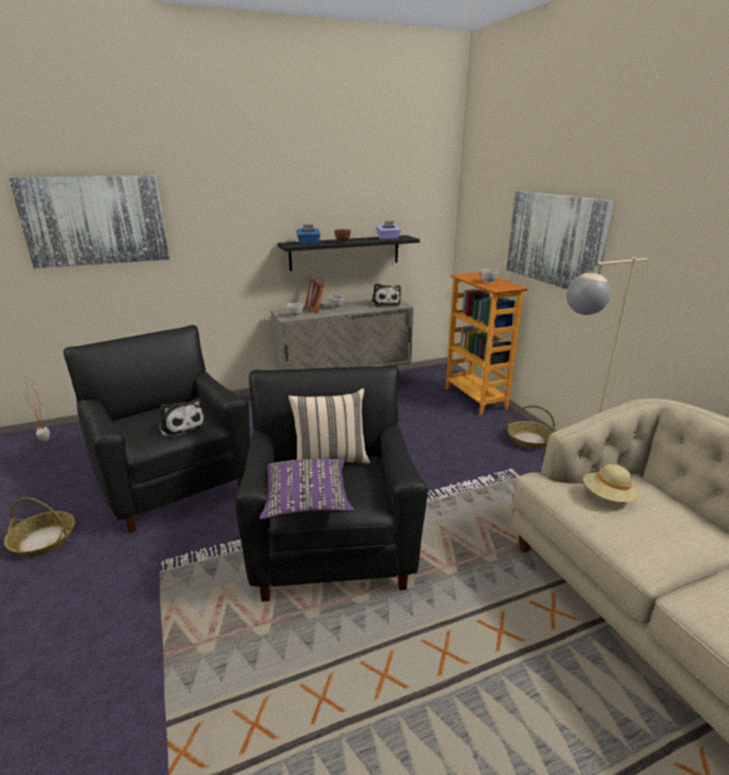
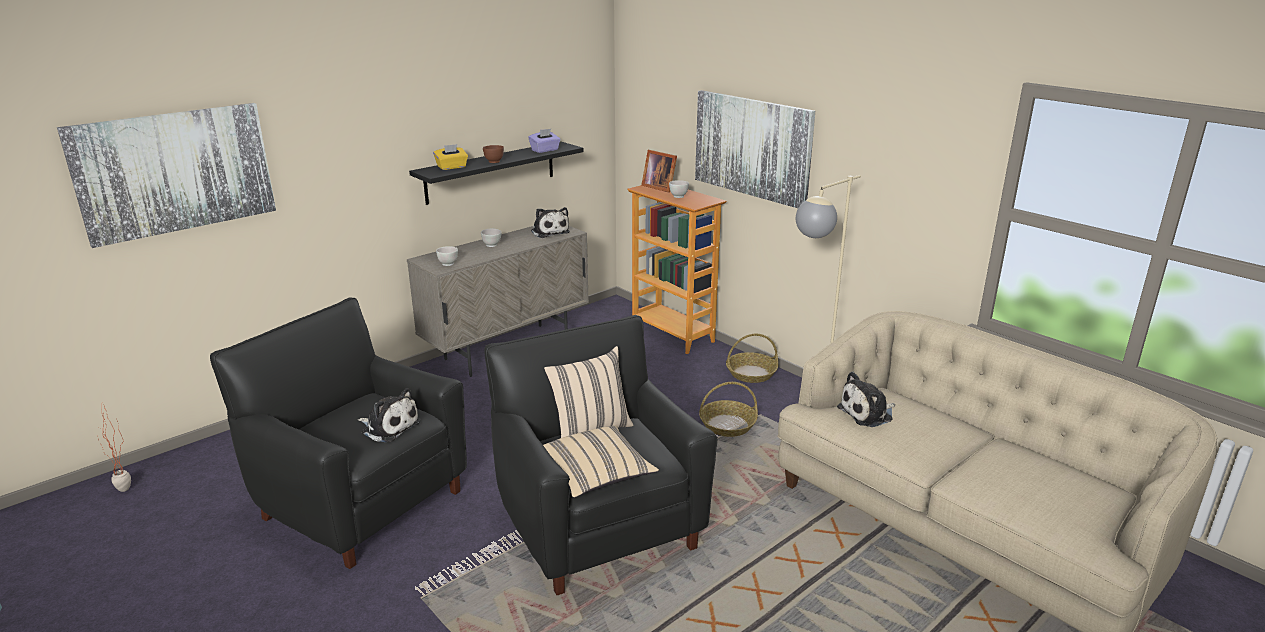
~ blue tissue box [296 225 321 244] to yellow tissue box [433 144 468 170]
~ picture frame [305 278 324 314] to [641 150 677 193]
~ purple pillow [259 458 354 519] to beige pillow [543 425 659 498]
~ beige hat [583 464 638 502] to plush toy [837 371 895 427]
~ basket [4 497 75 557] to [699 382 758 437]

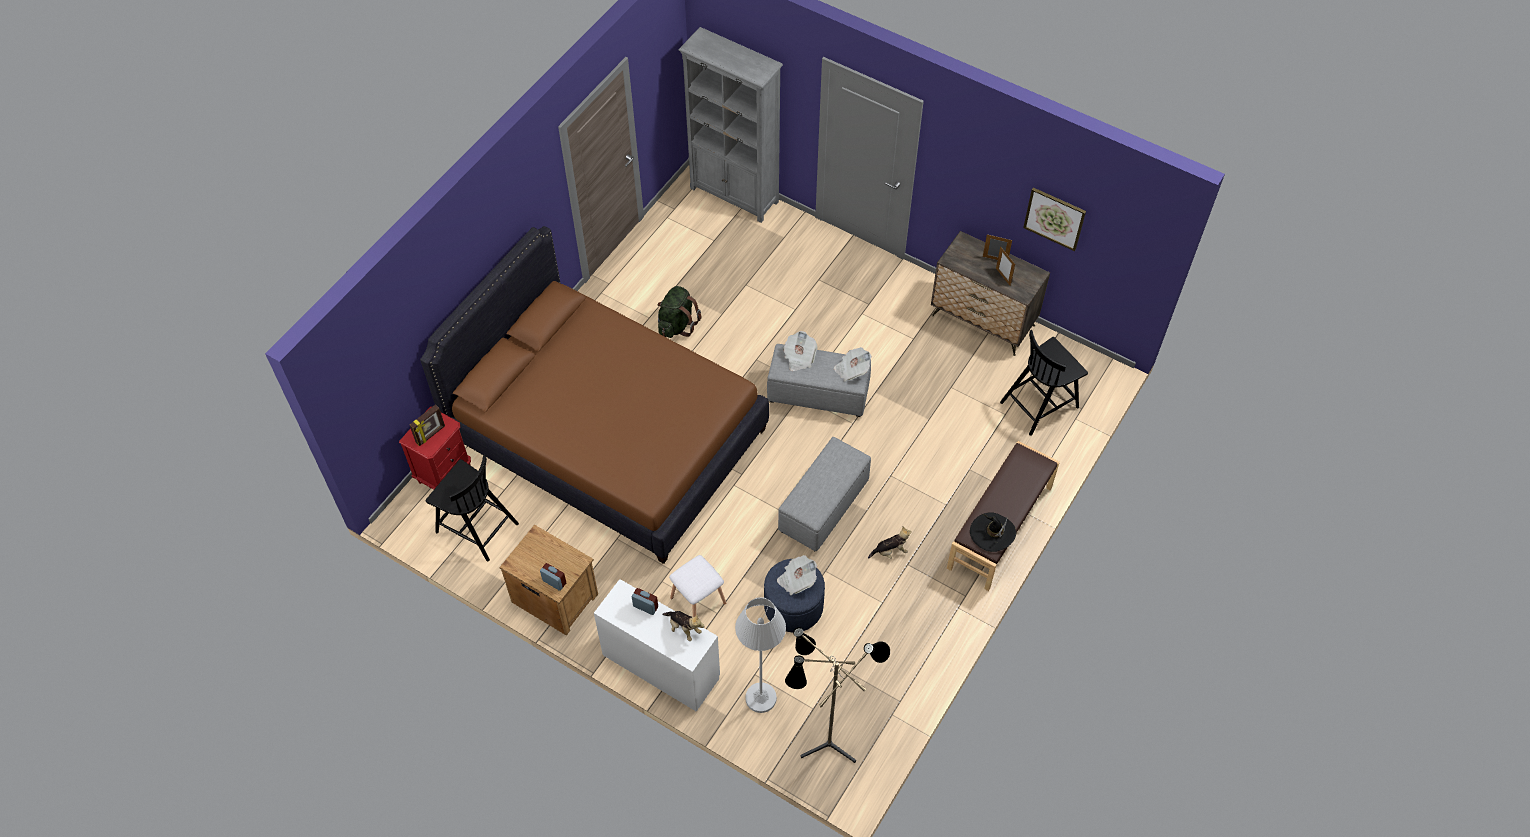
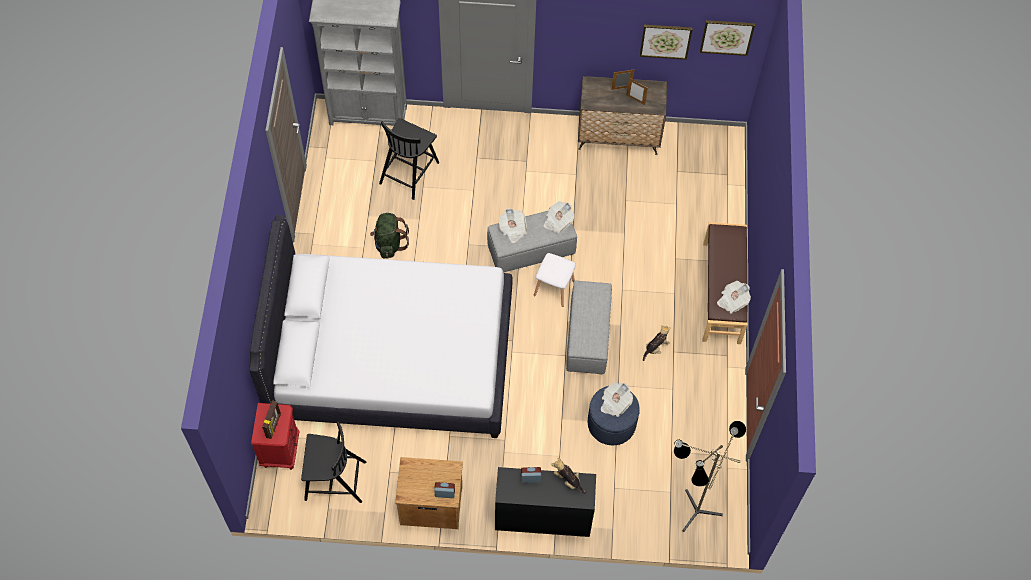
~ brown bed [420 226 769 564] to white bed [249 215 513 438]
~ black chair [1000 330 1088 436] to [379 118 439 200]
~ black hat [970 512 1016 552] to newspaper [717 281 751 314]
~ white stool [669 555 726 617] to [534 253 576 307]
~ white desk [594 579 720 712] to black desk [495 467 596 537]
- white floor lamp [735 597 786 713]
~ plush toy [662 611 705 641] = [551 458 587 494] 150 degrees counterclockwise
+ picture [700 20 755 56]

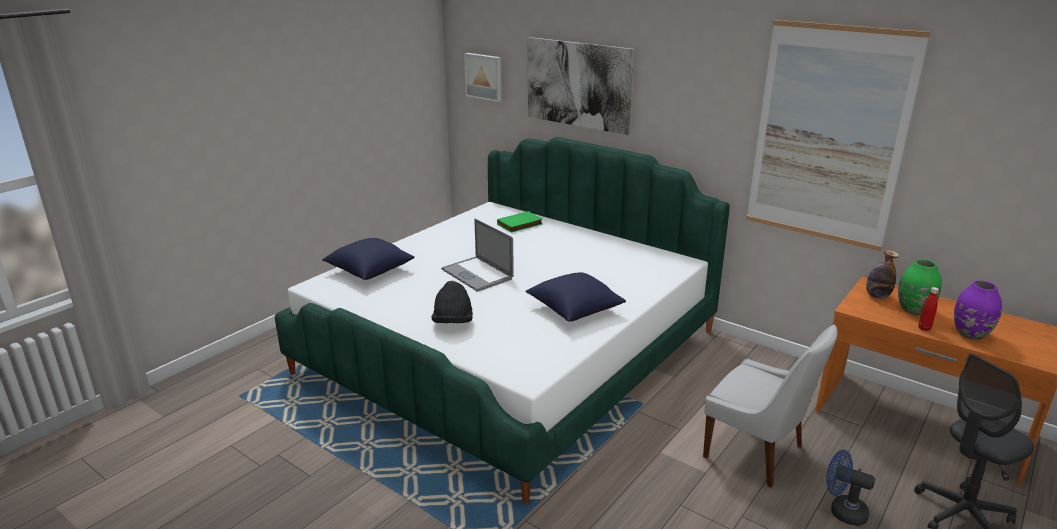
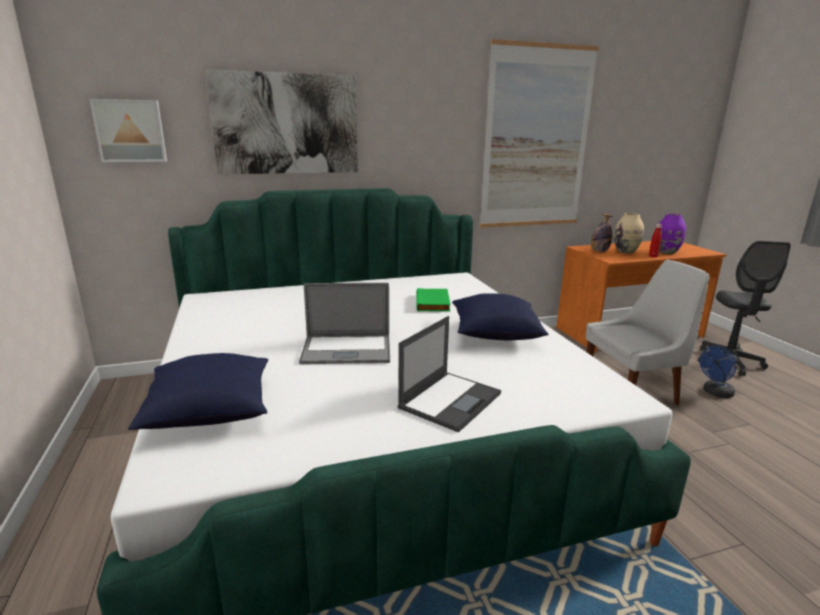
~ green book [497 211 543 233] to [416 288 451 312]
~ green vase [898 259 942 315] to beige vase [614 213 644 253]
~ black hat [431 281 473 323] to laptop [398 316 501 432]

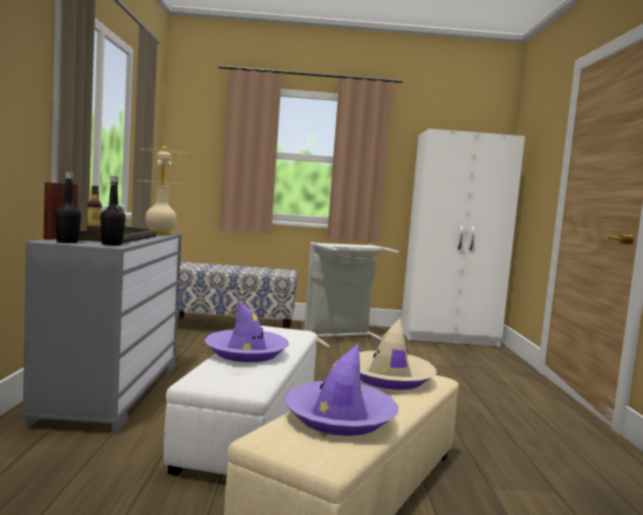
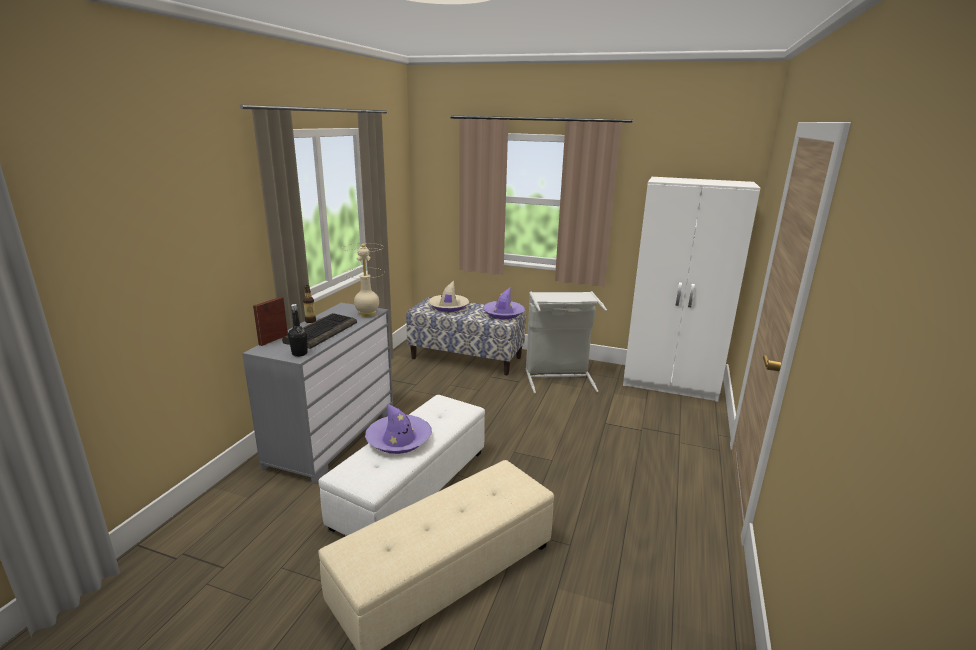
- black bottle [55 172 81 243]
~ beige hat [359 319 437 390] to [428 281 469 312]
~ purple hat [284 343 399 436] to [483 288 525 319]

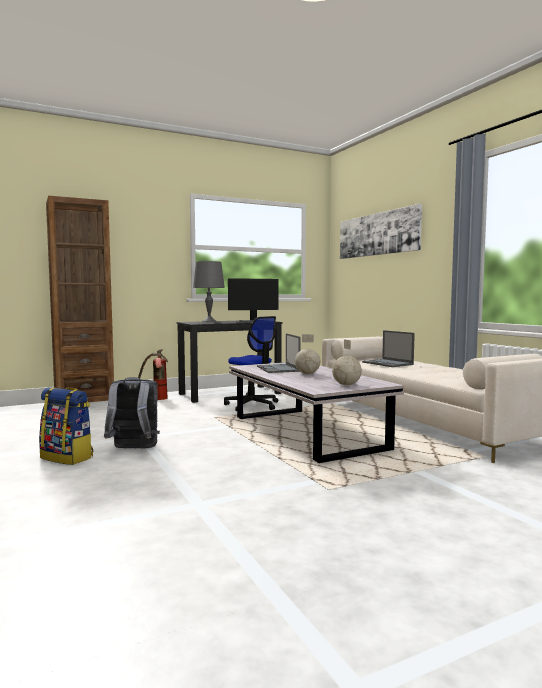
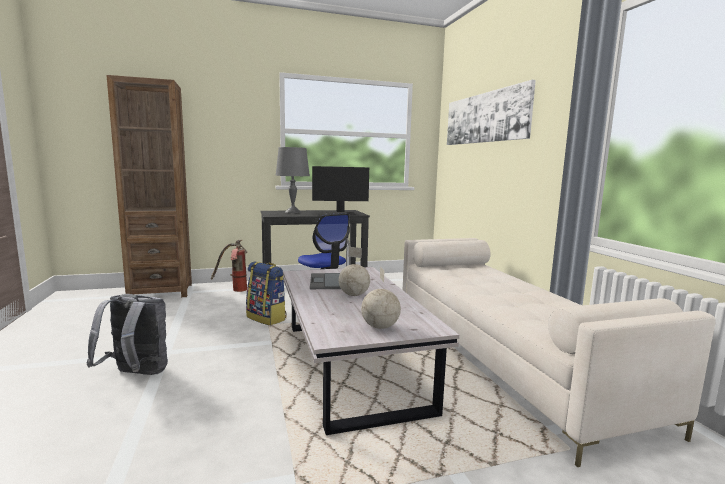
- laptop [362 330 415 367]
~ backpack [39 387 93 465] to [246 262 287 325]

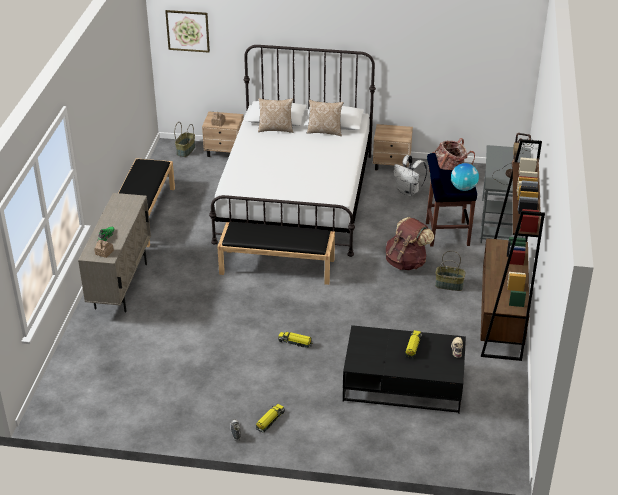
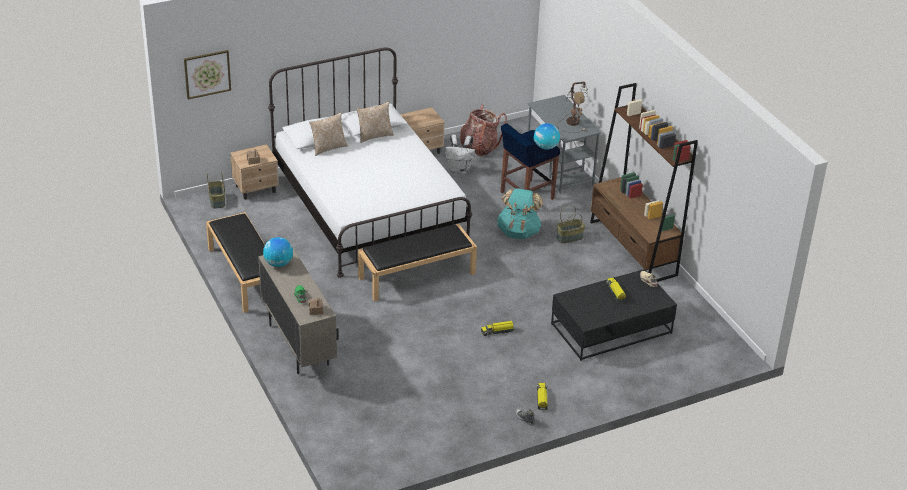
~ brown backpack [386 217 434 270] to turquoise backpack [497 188 543 239]
+ globe [263 237 293 267]

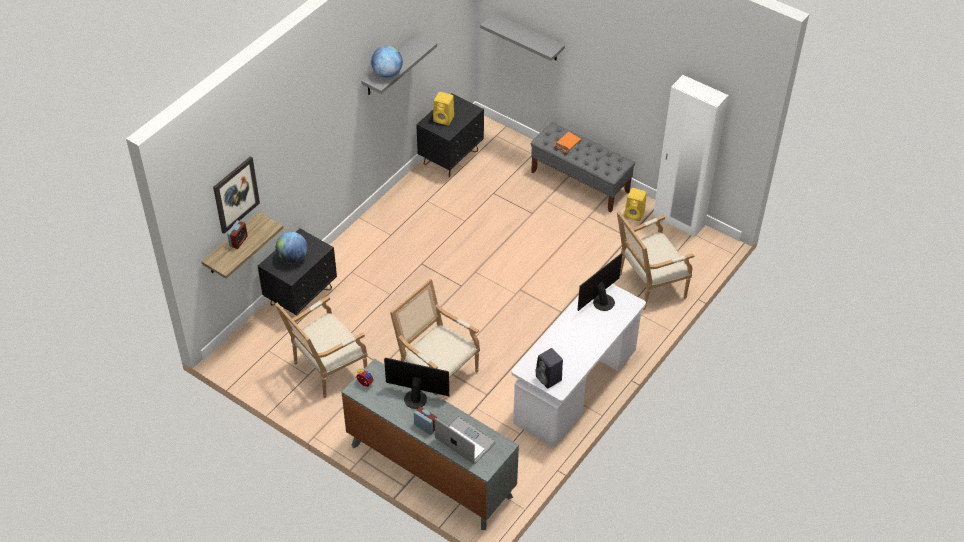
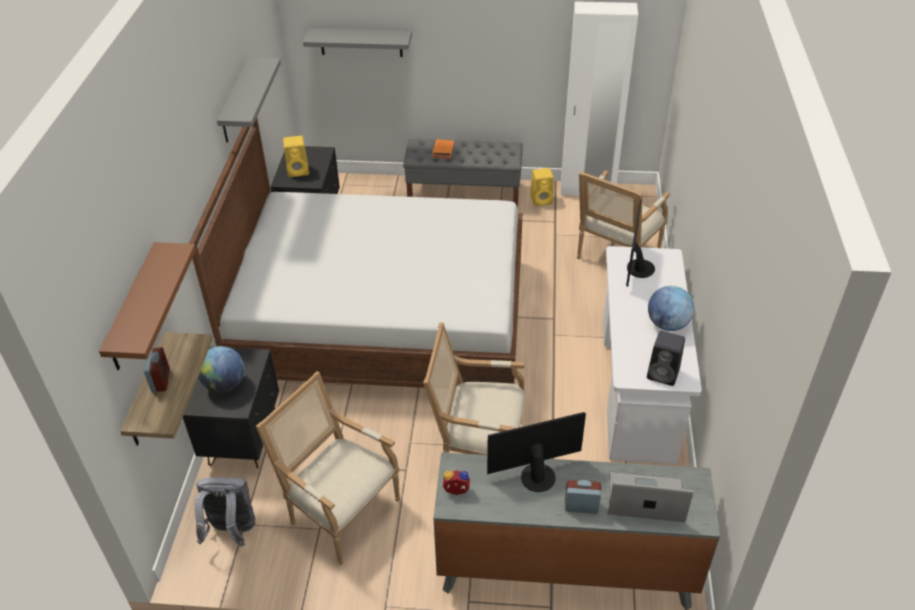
~ globe [371 46 403 78] to [648 286 694 331]
~ picture [213 156 260 234] to brown shelf [99 242 196 370]
~ armchair [275 296 368 398] = [256 371 400 565] 105 degrees clockwise
+ bed [189 118 523 388]
+ grey backpack [195 477 255 547]

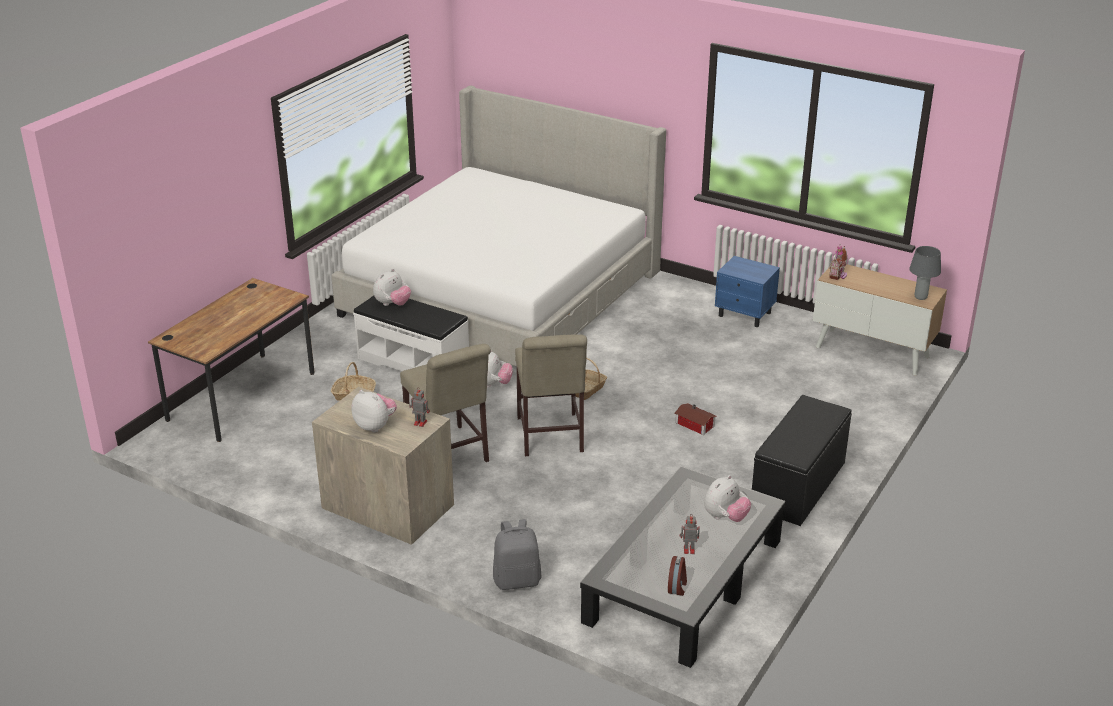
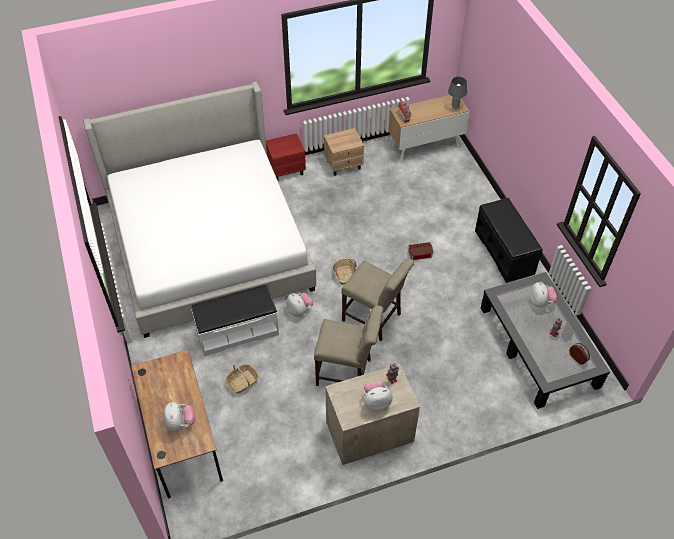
~ blue nightstand [715 256 780 327] to beige nightstand [324 128 364 176]
~ plush toy [373 269 411 306] to [164 402 195 432]
- grey backpack [493 519 542 590]
+ red nightstand [266 133 306 181]

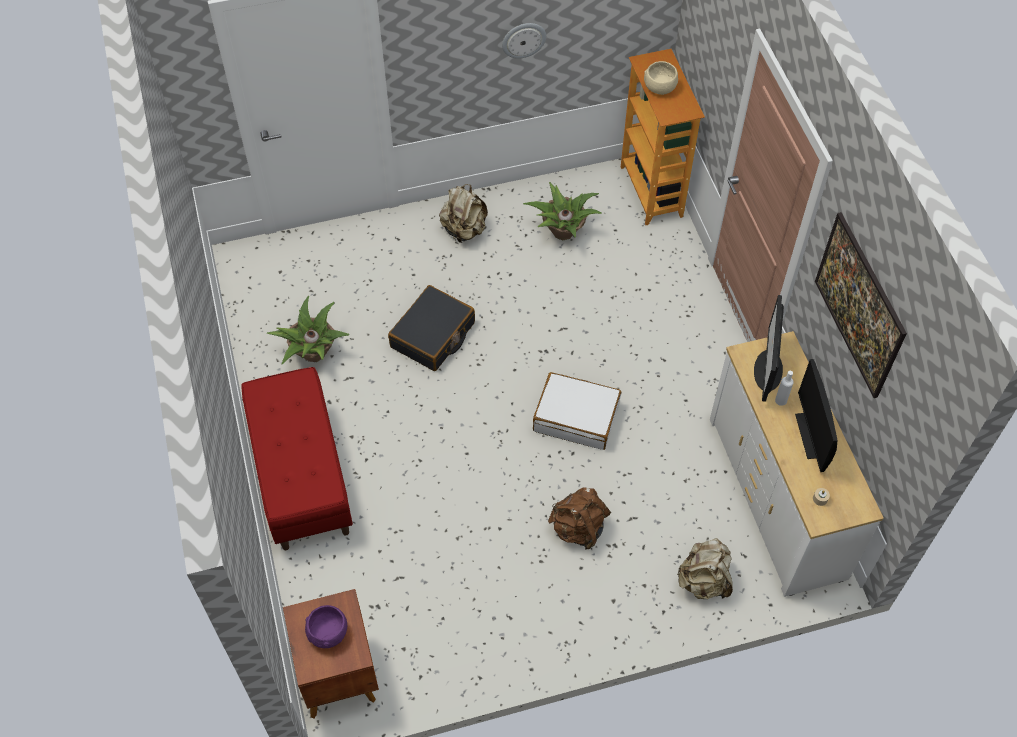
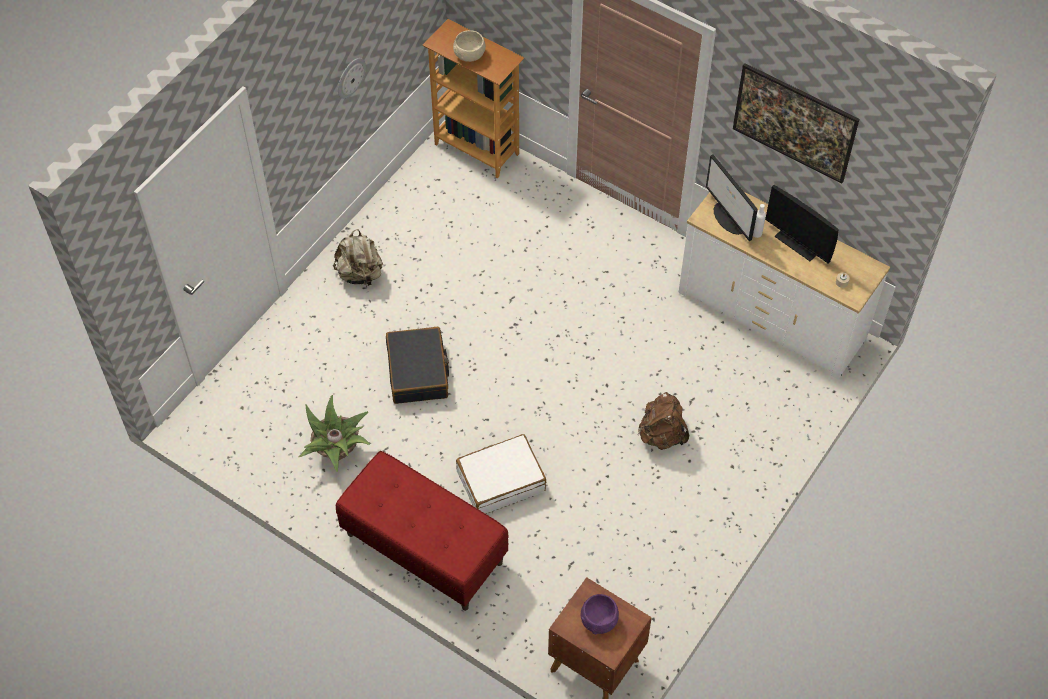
- potted plant [523 182 601 241]
~ white suitcase [533 372 621 450] to [456 434 546 514]
- beige backpack [677 538 733 599]

